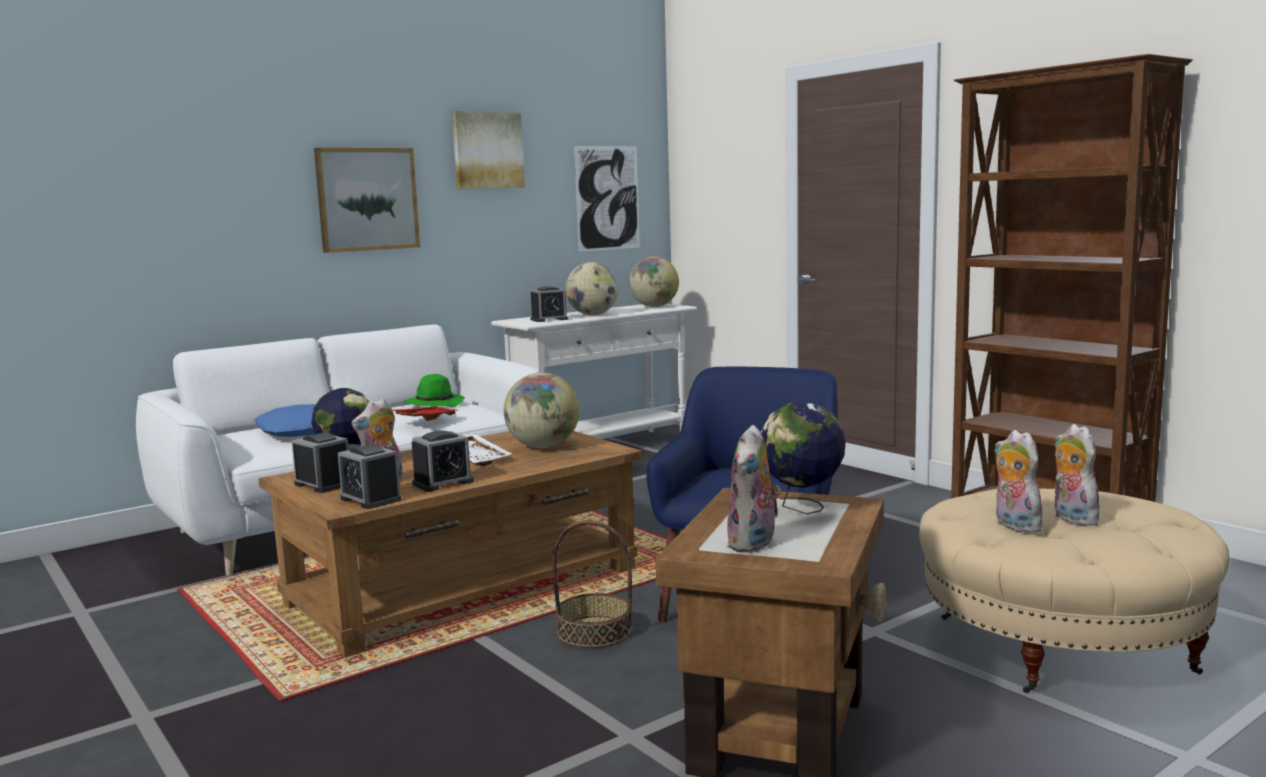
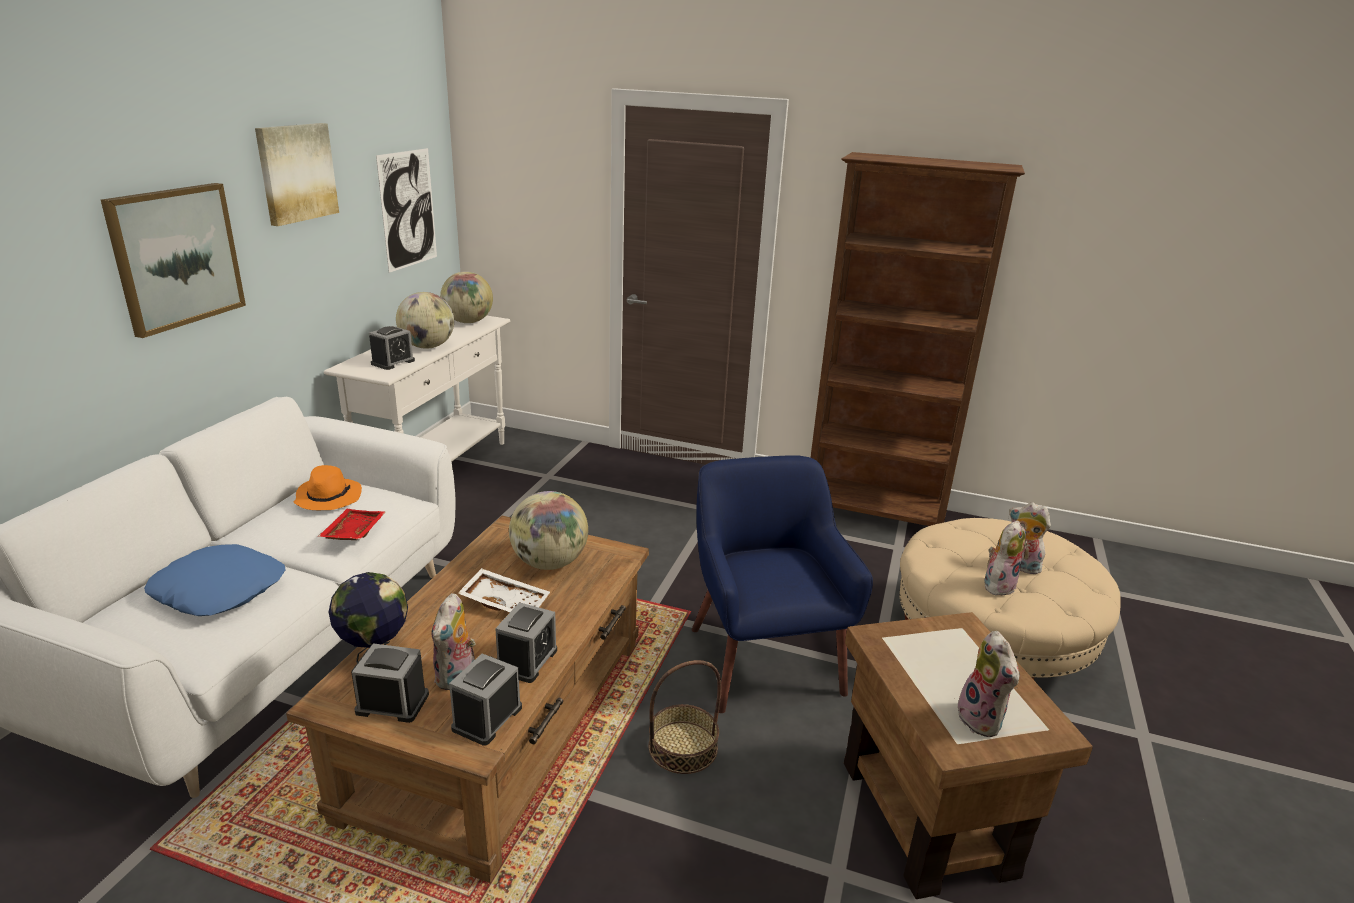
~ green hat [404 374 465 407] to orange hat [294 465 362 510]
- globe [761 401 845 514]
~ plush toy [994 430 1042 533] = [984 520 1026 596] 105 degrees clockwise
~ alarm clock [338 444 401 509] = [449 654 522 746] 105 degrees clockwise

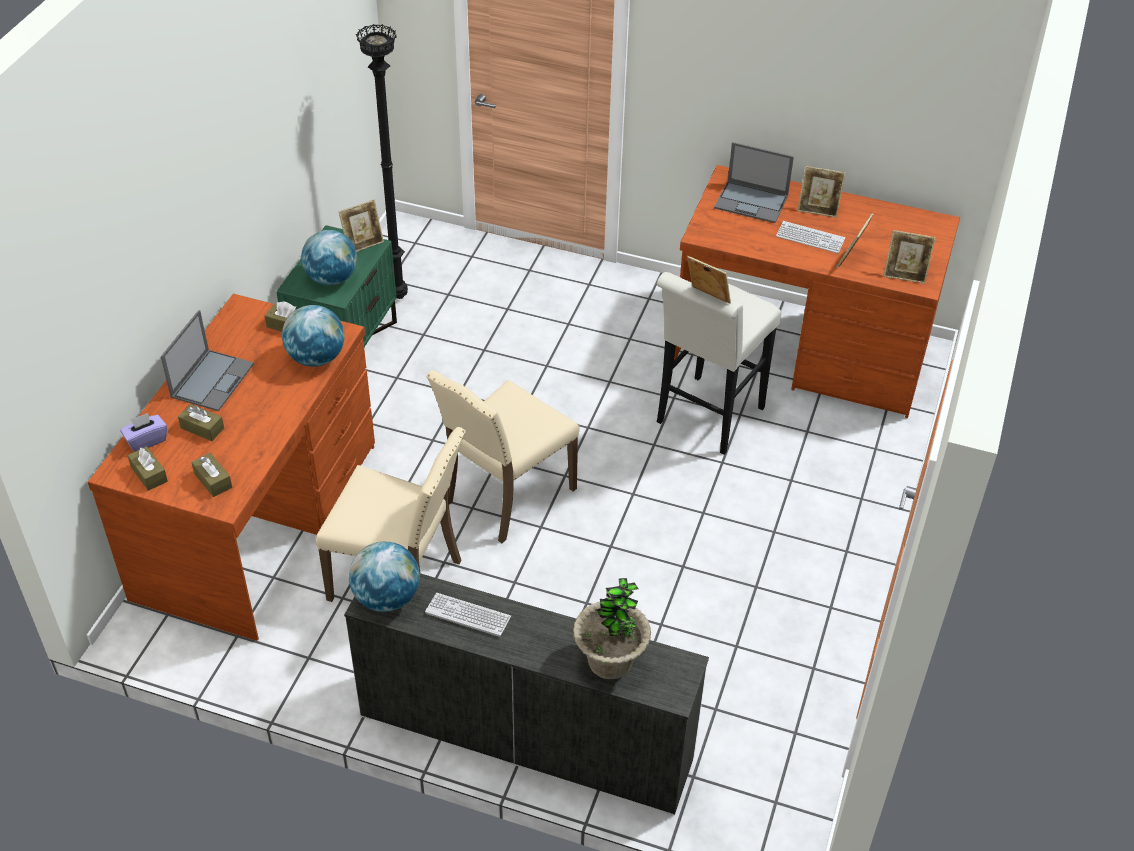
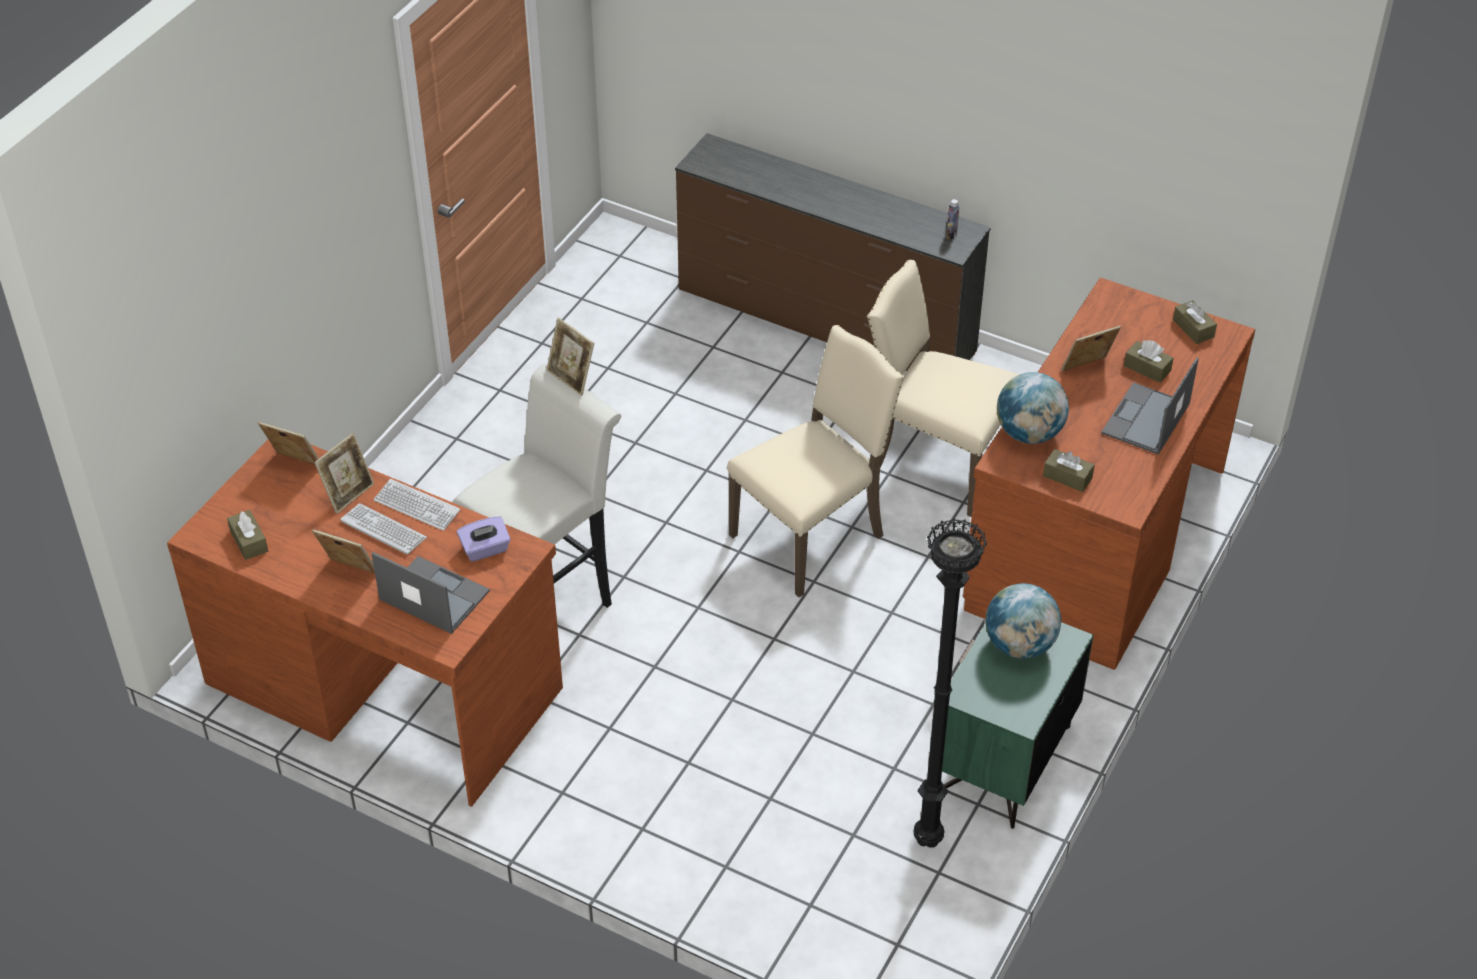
~ picture frame [339 200 384 252] to [1061 326 1121 371]
~ purple tissue box [120 413 167 452] to [457 517 511 562]
~ brown tissue box [191 453 232 497] to [227 510 268 560]
~ globe [349 541 420 612] to bottle [946 199 959 240]
~ white dresser [344 573 709 816] to brown dresser [675 133 991 371]
- potted plant [573 578 651 679]
~ keyboard [425 593 511 637] to [374 479 460 531]

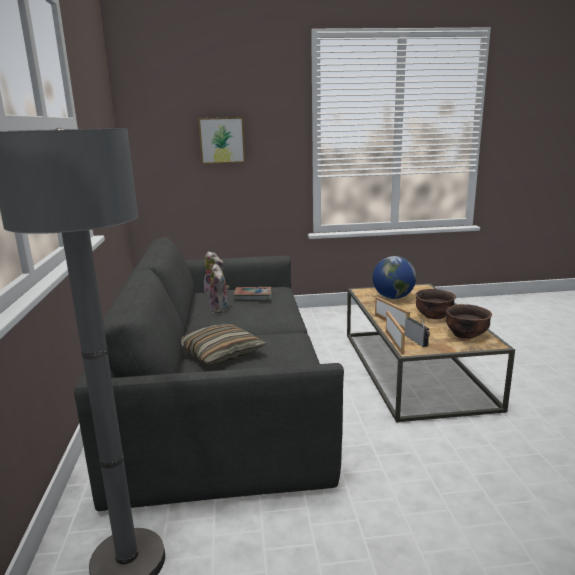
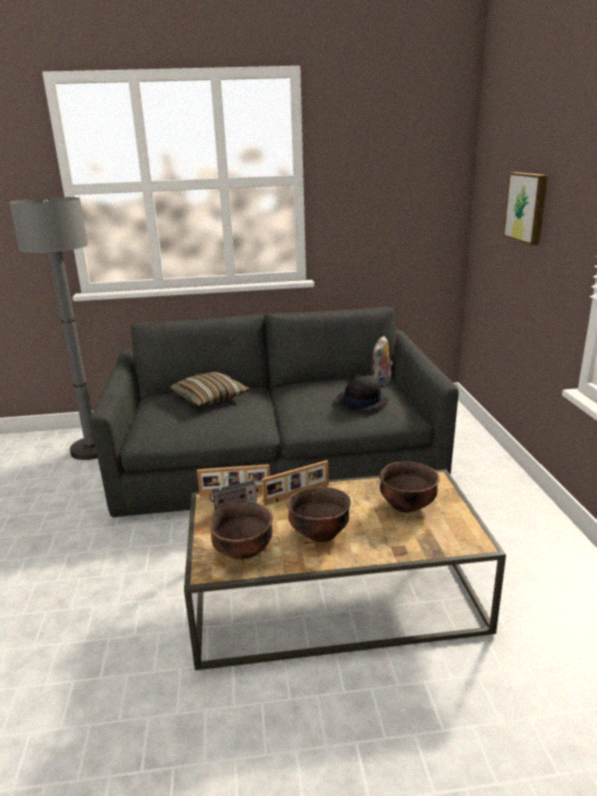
~ globe [373 256 416 299] to brown bowl [379 461 440 513]
- plush toy [209 264 229 313]
~ book [234 287 272 300] to black hat [336 375 389 410]

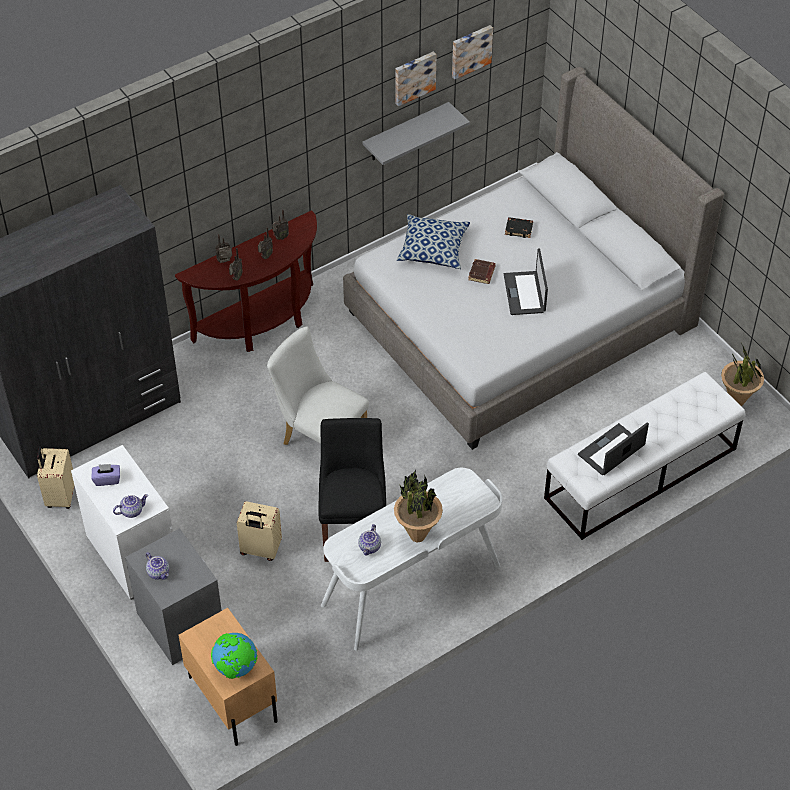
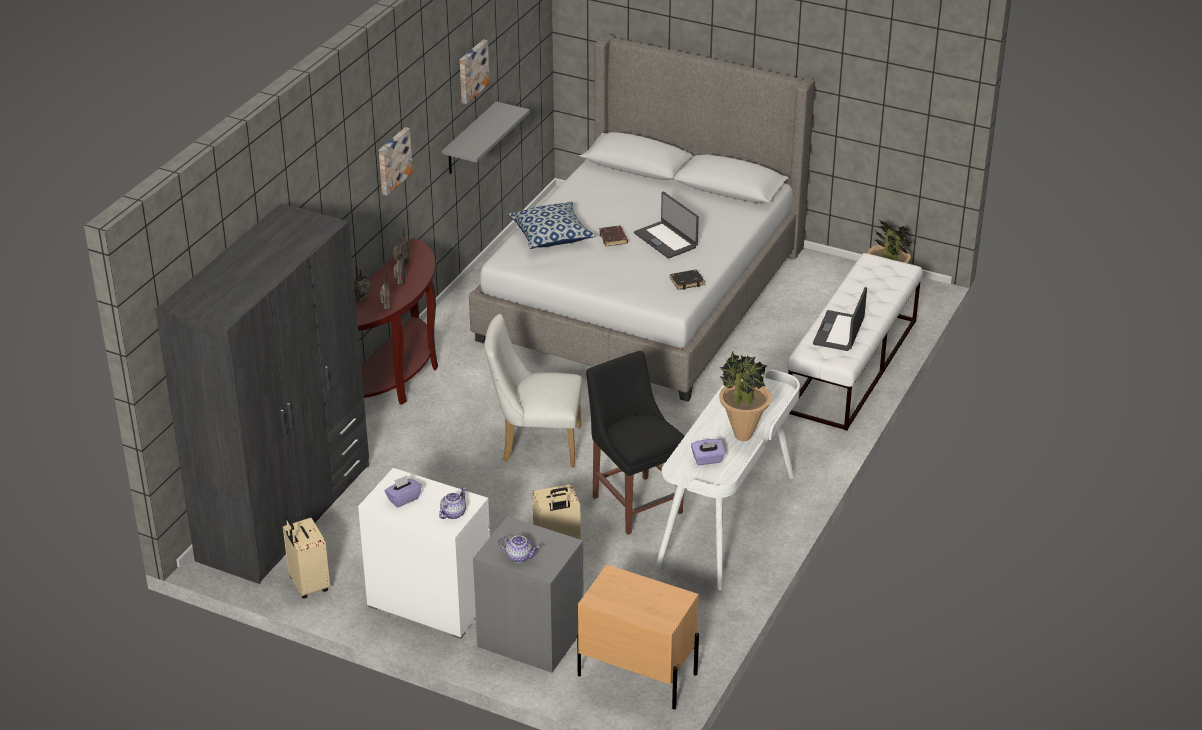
~ picture [452 25 493 79] to [379 127 413 196]
~ black book [505 217 533 238] to [670 269 705 290]
~ teapot [358 524 381 555] to purple tissue box [691 439 725 465]
- globe [211 633 257 679]

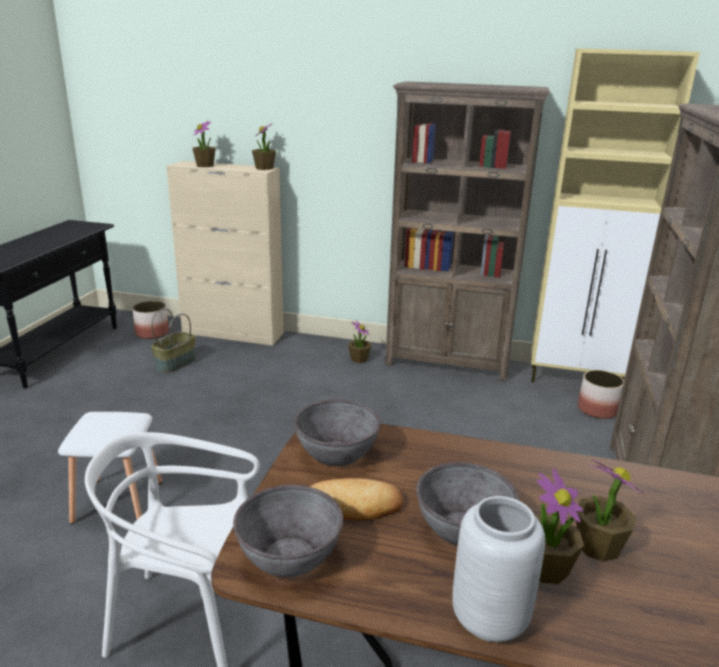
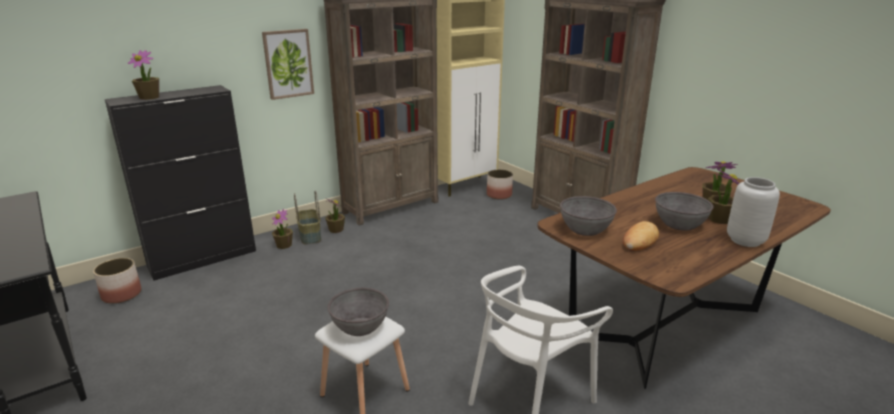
~ potted plant [252 124 276 170] to [272 209 293 249]
~ beige cabinet [166 161 284 346] to black cabinet [105 85 256 281]
~ basket [151 308 197 373] to [294 190 321 244]
~ grey bowl [233 485 343 577] to [328 288 389 336]
+ picture [262 29 314 100]

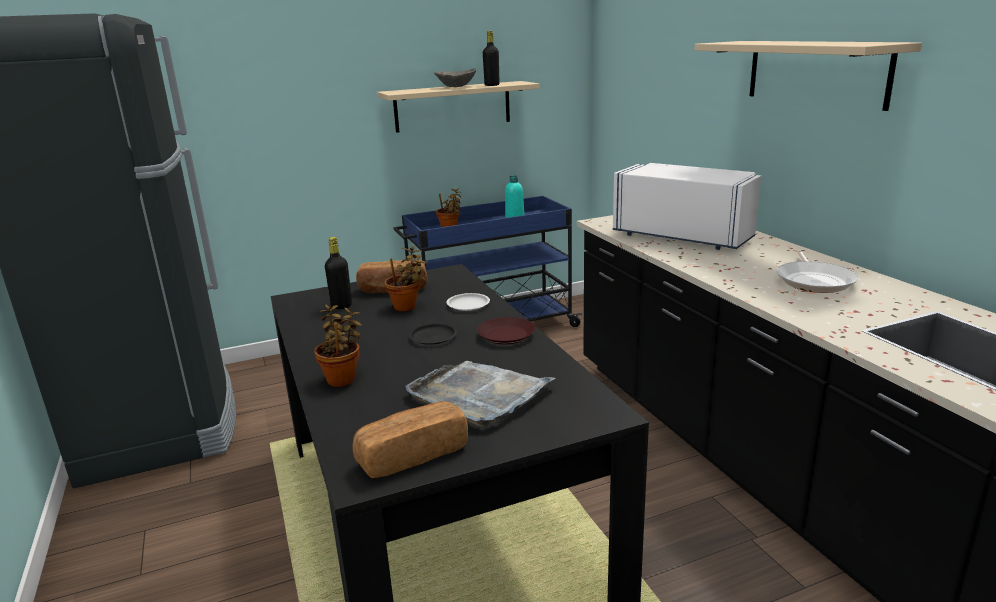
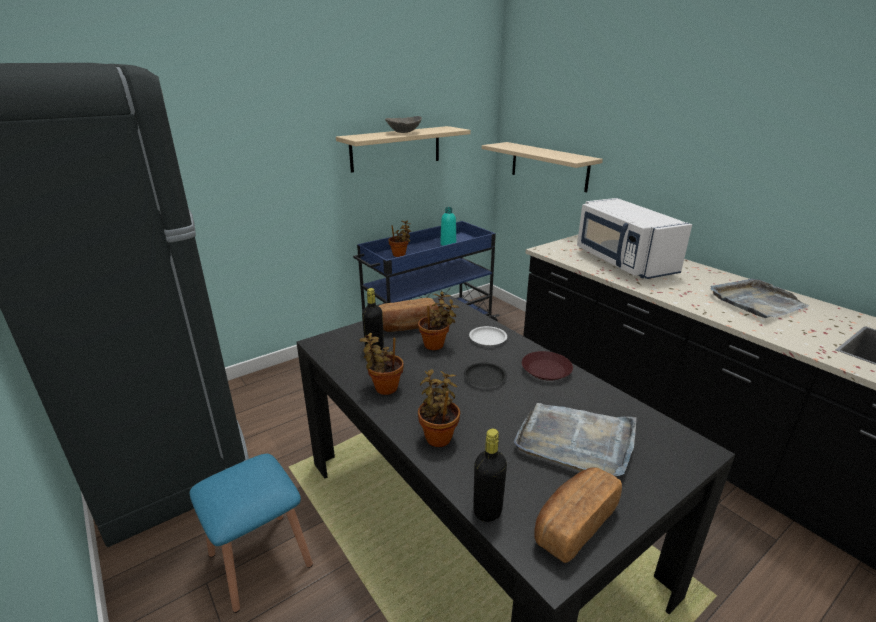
~ black bottle [483 31 499 86] to [473 429 507 522]
~ beige shelf [694 41 922 111] to [482 142 603 192]
~ white microwave [613 163 761 250] = [577 198 692 279] 135 degrees counterclockwise
~ frying pan [776 250 858 293] to grey tray [710 279 810 318]
+ potted plant [360 333 404 395]
+ blue stool [190 454 313 613]

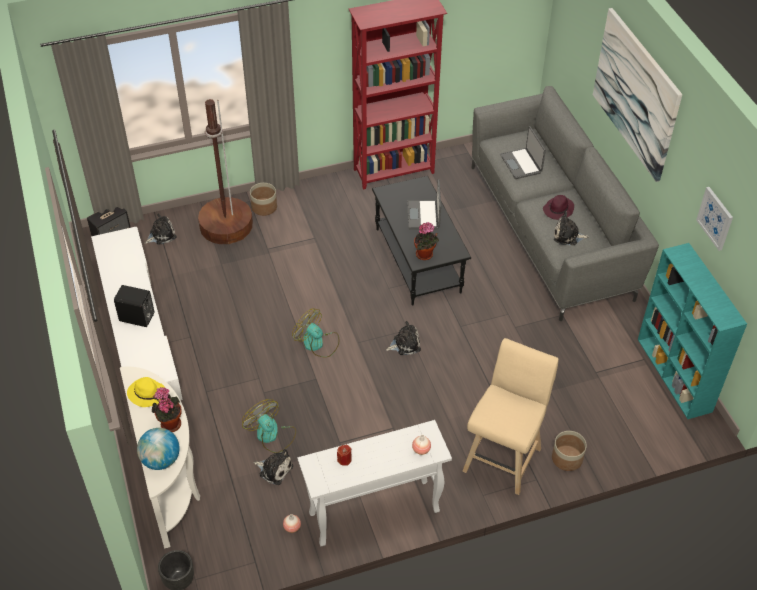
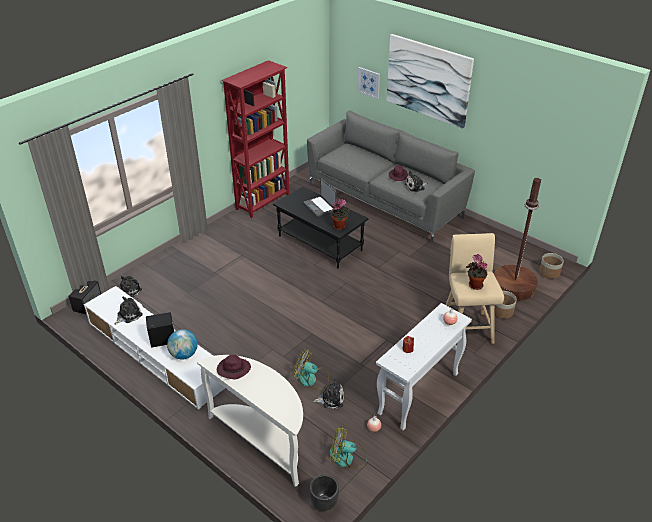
~ brown floor lamp [198 99 253 244] to [494 177 541 301]
- laptop [500 126 546 179]
~ planter [250 183 277 216] to [539 253 564 279]
~ picture [696 187 733 251] to [358 67 380 99]
- turquoise bookcase [638 243 747 419]
~ fan [292 308 339 358] to [330 427 366 469]
~ plush toy [386 321 421 355] to [115 297 143 325]
~ yellow hat [127 377 165 407] to purple hat [217 355 251 379]
~ potted plant [152 387 182 432] to [466 254 487 290]
~ globe [137 428 180 470] to [167 329 198 359]

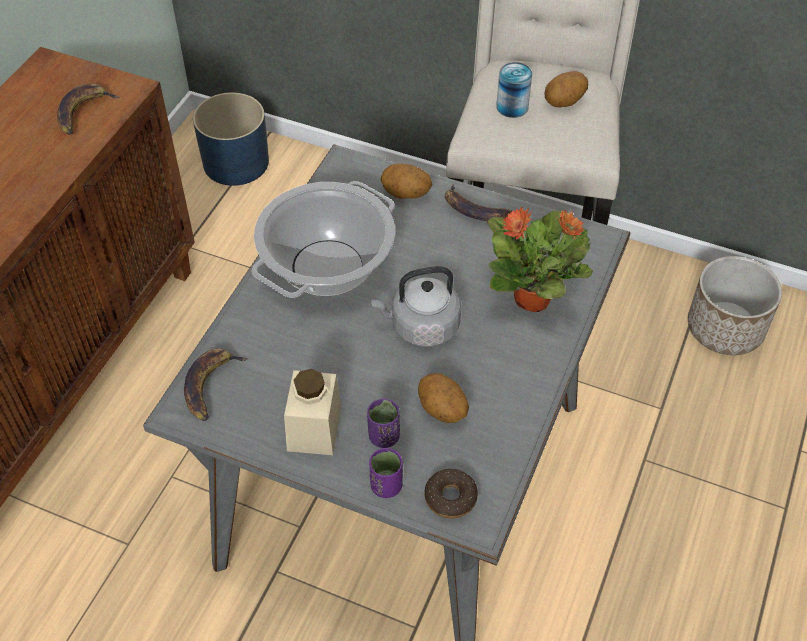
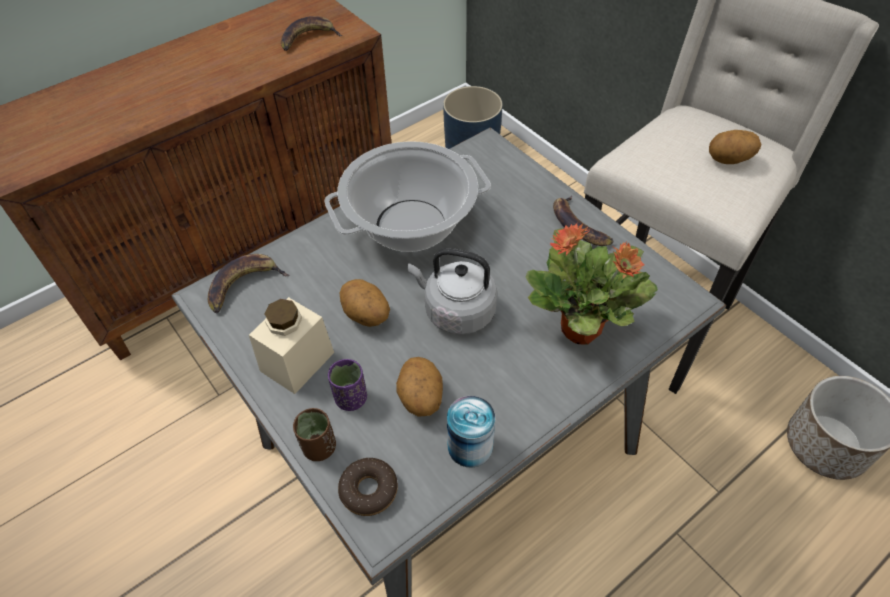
~ can [496 62 532 118] to [447 396 495 467]
~ potato [381 164 433 199] to [340 279 390 327]
~ purple cup [369 448 403 498] to brown cup [293 408 336 461]

